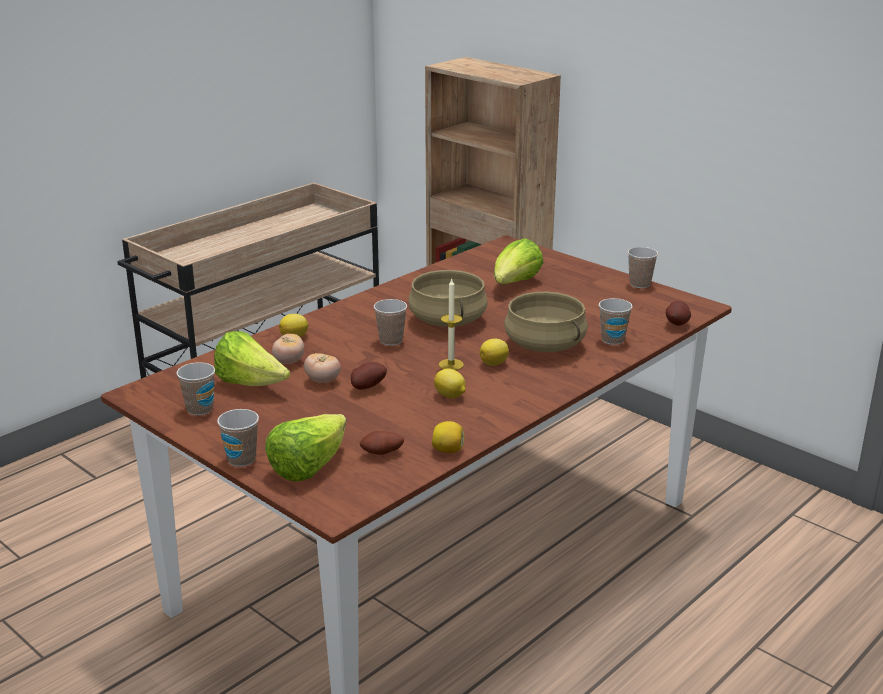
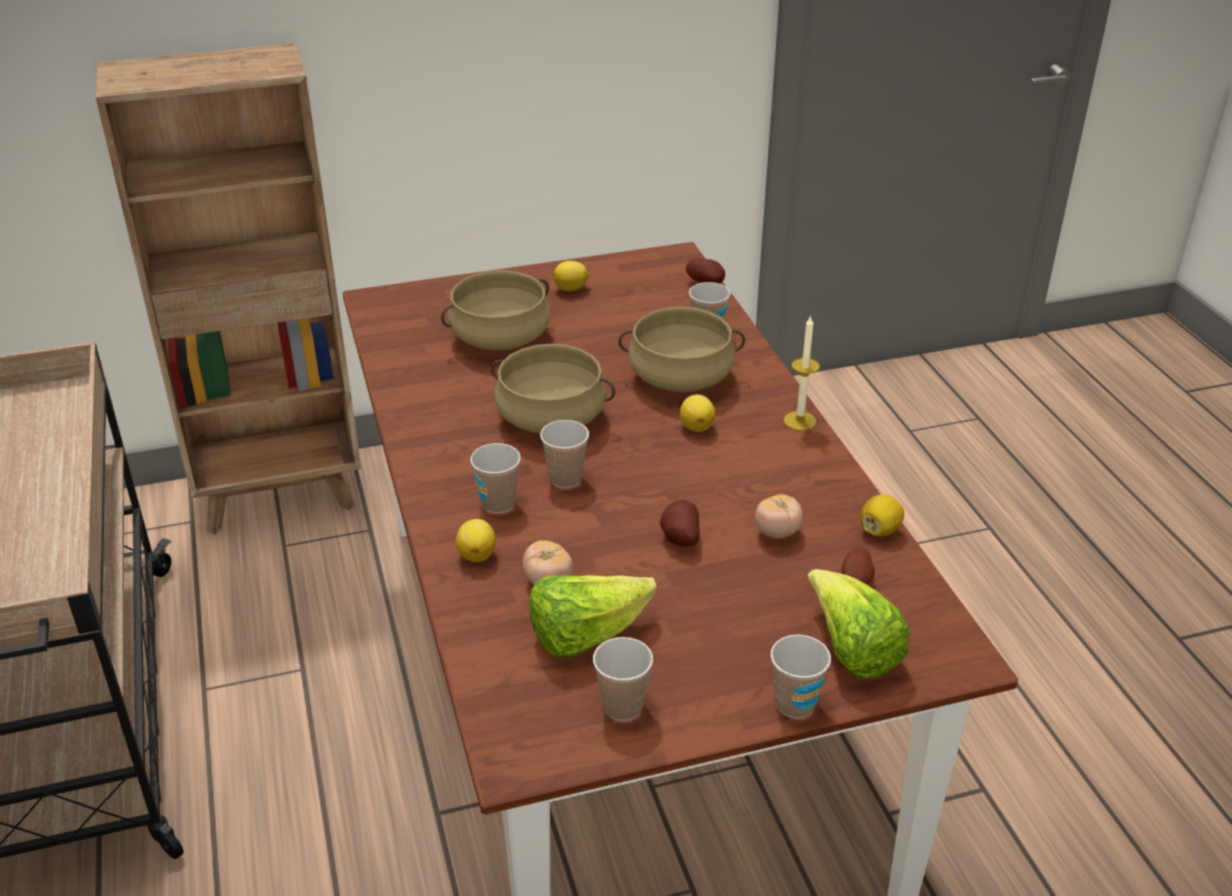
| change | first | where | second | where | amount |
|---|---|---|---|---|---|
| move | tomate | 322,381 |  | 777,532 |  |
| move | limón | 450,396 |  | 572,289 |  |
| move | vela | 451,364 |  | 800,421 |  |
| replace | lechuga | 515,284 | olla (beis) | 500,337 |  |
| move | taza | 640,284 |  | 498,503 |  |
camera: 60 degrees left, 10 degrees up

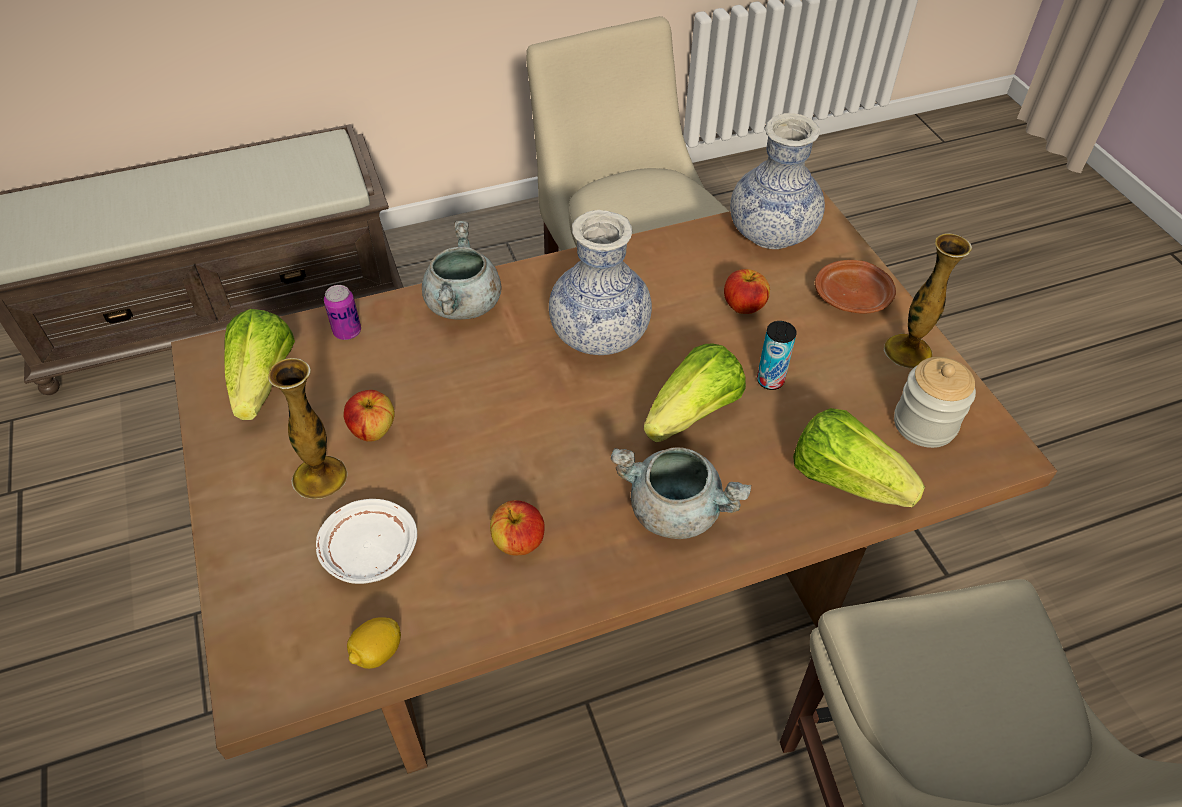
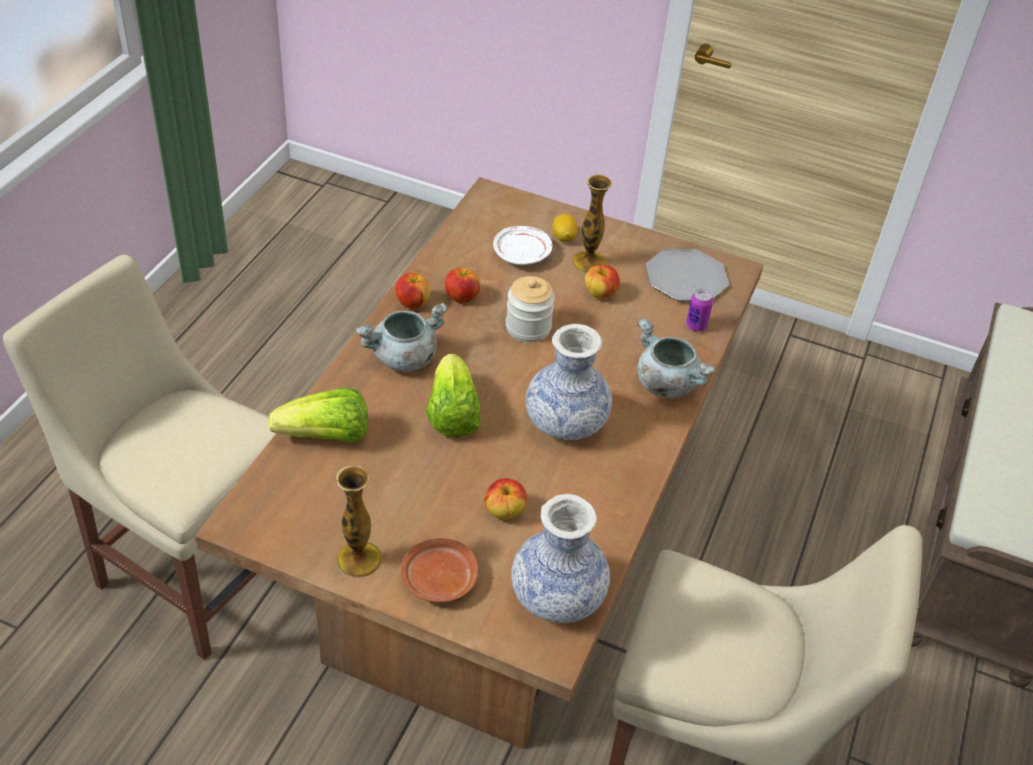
| change | first | where | second | where | amount |
|---|---|---|---|---|---|
| replace | lechuga | 264,383 | plato | 686,277 |  |
| move | limón | 377,652 |  | 564,237 |  |
| delete | lata | 770,380 |  |  |  |
| move | tarro | 924,424 |  | 528,327 |  |
| insert |  |  | manzana | 412,303 |  |
camera: 130 degrees right, 5 degrees down

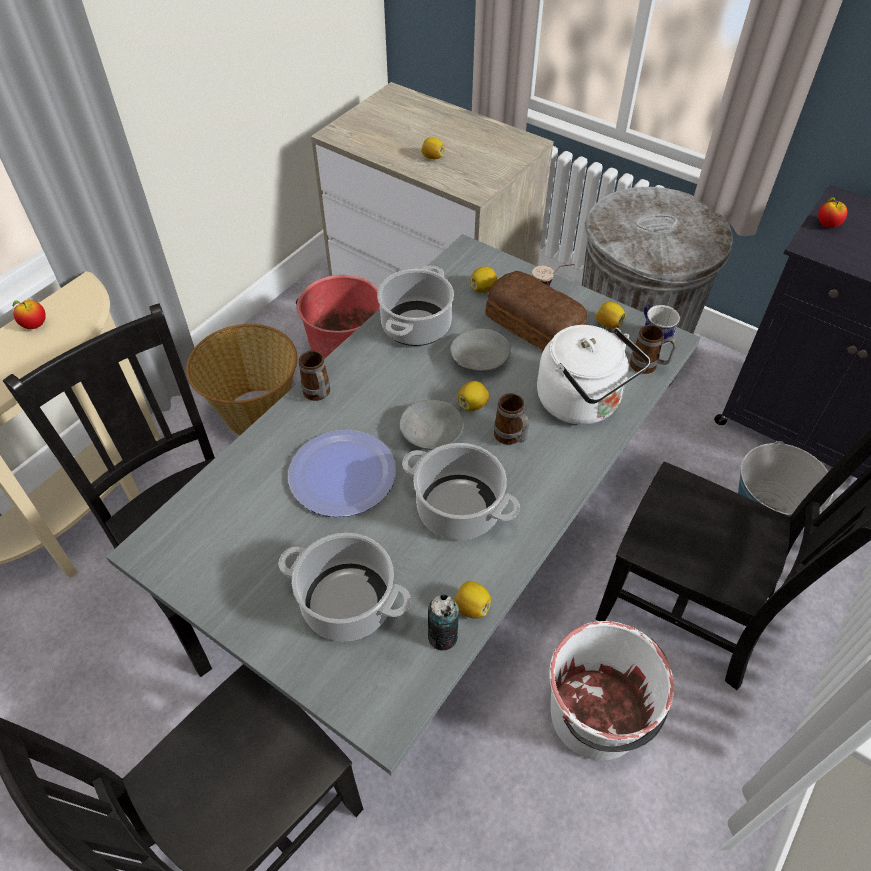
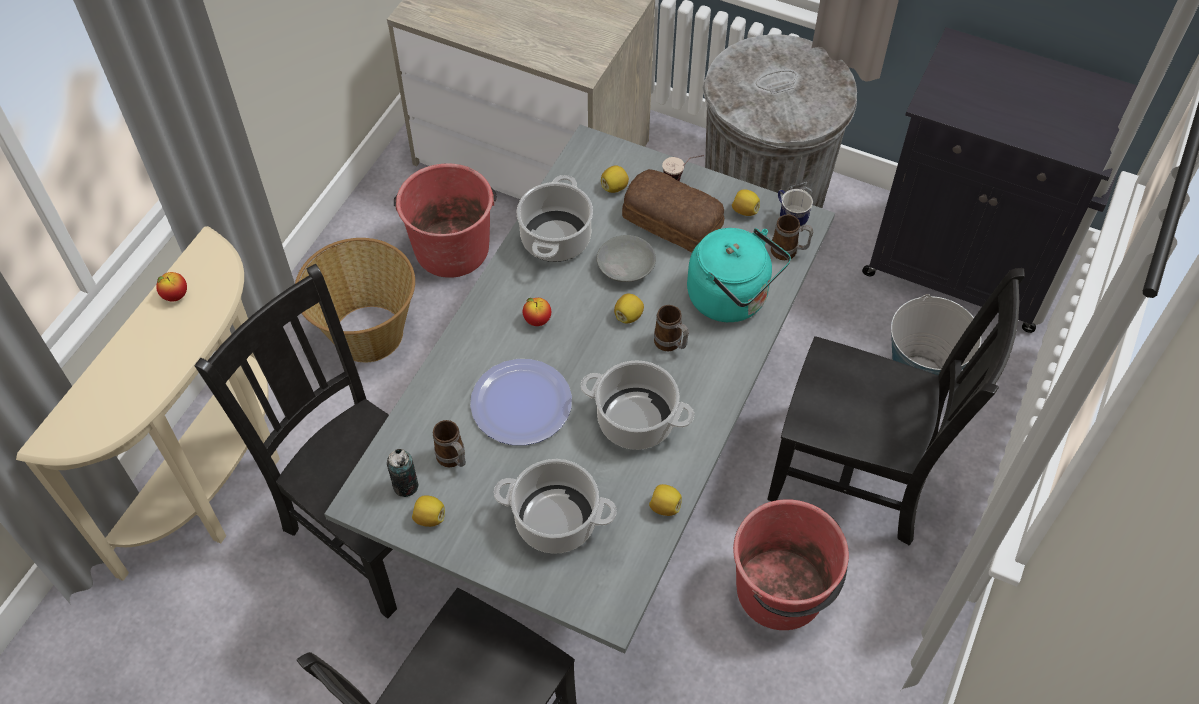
| change | first | where | second | where | amount |
|---|---|---|---|---|---|
| move | taza grande | 318,395 |  | 453,460 |  |
| delete | cuenco (gris) | 431,433 |  |  |  |
| move | limón | 432,157 |  | 429,517 |  |
| move | lata | 442,637 |  | 405,486 |  |
| recolor | hervidor (blanco) | 583,403 | hervidor (turquesa) | 732,299 |  |
| recolor | cubo (blanco) | 597,716 | cubo (rojo) | 781,591 |  |
| move | manzana | 827,225 |  | 537,320 |  |
camera: 10 degrees left, 5 degrees up

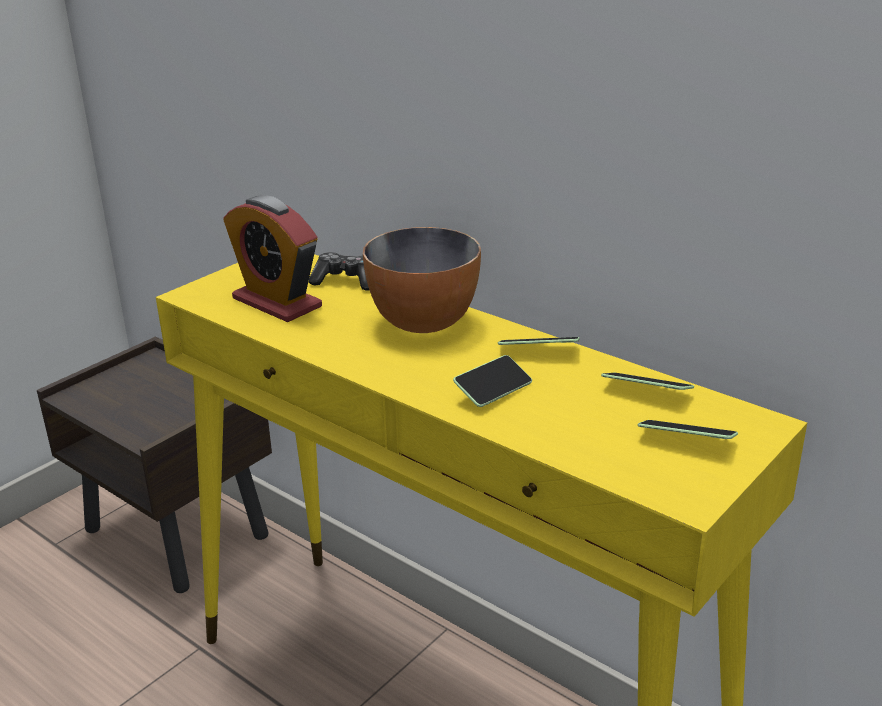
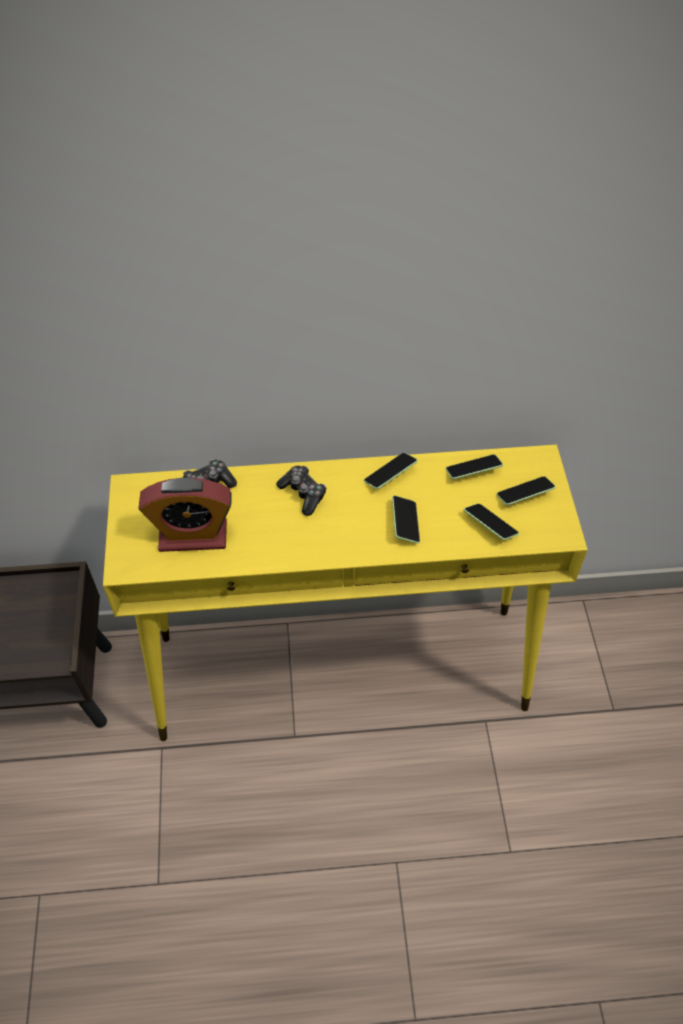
| change | first | where | second | where | amount |
|---|---|---|---|---|---|
| replace | cuenco | 424,323 | mando de consola | 303,494 |  |
| insert |  |  | móvil | 490,526 |  |
camera: 45 degrees left, 25 degrees up

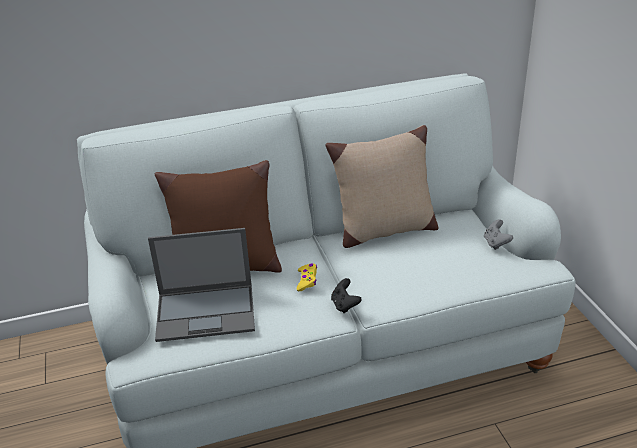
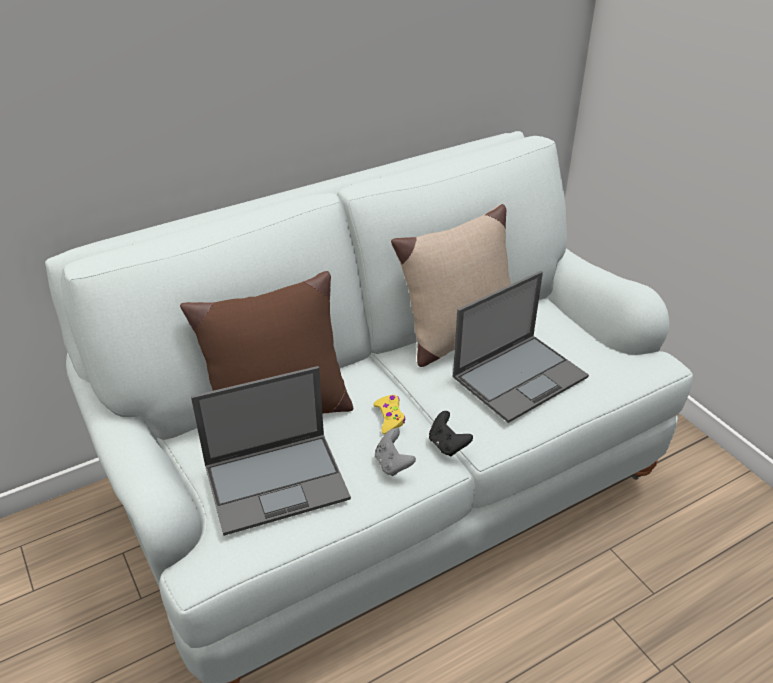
| change | first | where | second | where | amount |
|---|---|---|---|---|---|
| move | mando de consola (gris) | 496,243 |  | 393,464 |  |
| insert |  |  | portátil | 520,376 |  |
camera: 15 degrees left, 5 degrees up

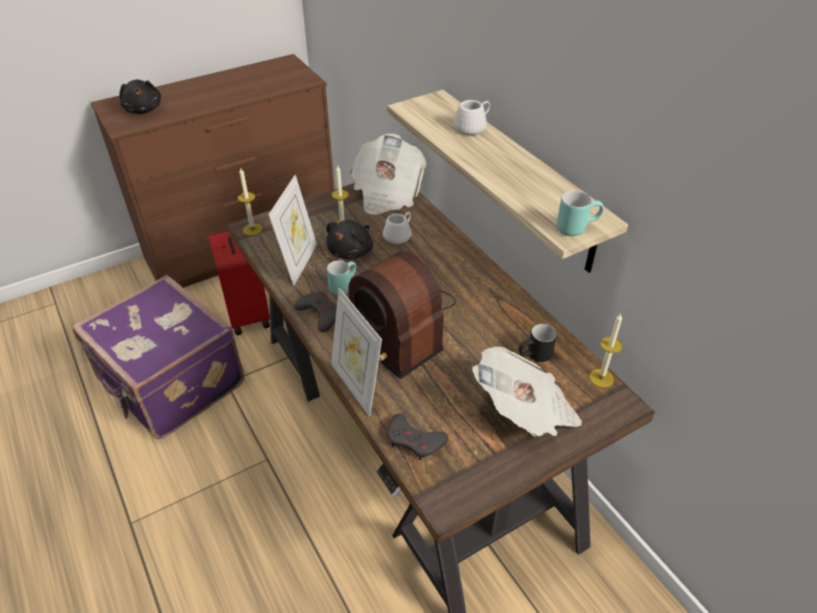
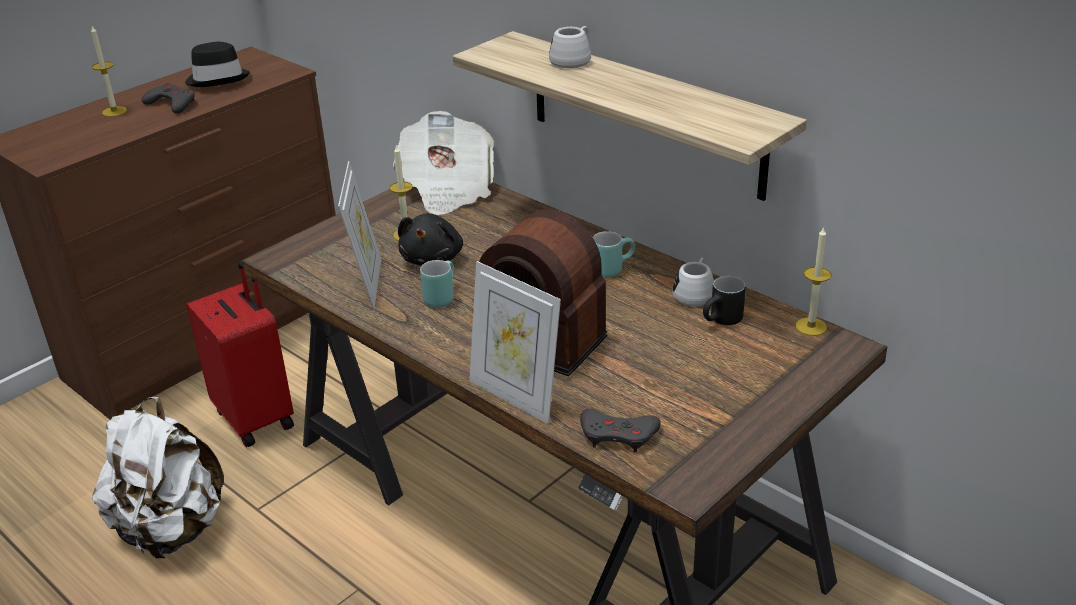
| change | first | where | second | where | amount |
|---|---|---|---|---|---|
| replace | maleta (morado) | 170,384 | mochila (blanco) | 171,530 |  |
| delete | peluche (negro) | 143,109 |  |  |  |
| move | vela | 252,229 |  | 114,111 |  |
| move | mando de consola (gris) | 320,314 |  | 172,104 |  |
| move | taza grande (blanco) | 399,234 |  | 695,293 |  |
| delete | periódico | 525,411 |  |  |  |
| move | taza grande (turquesa) | 576,227 |  | 612,268 |  |
| insert |  |  | sombrero (negro) | 218,79 |  |
camera: 15 degrees left, 10 degrees down

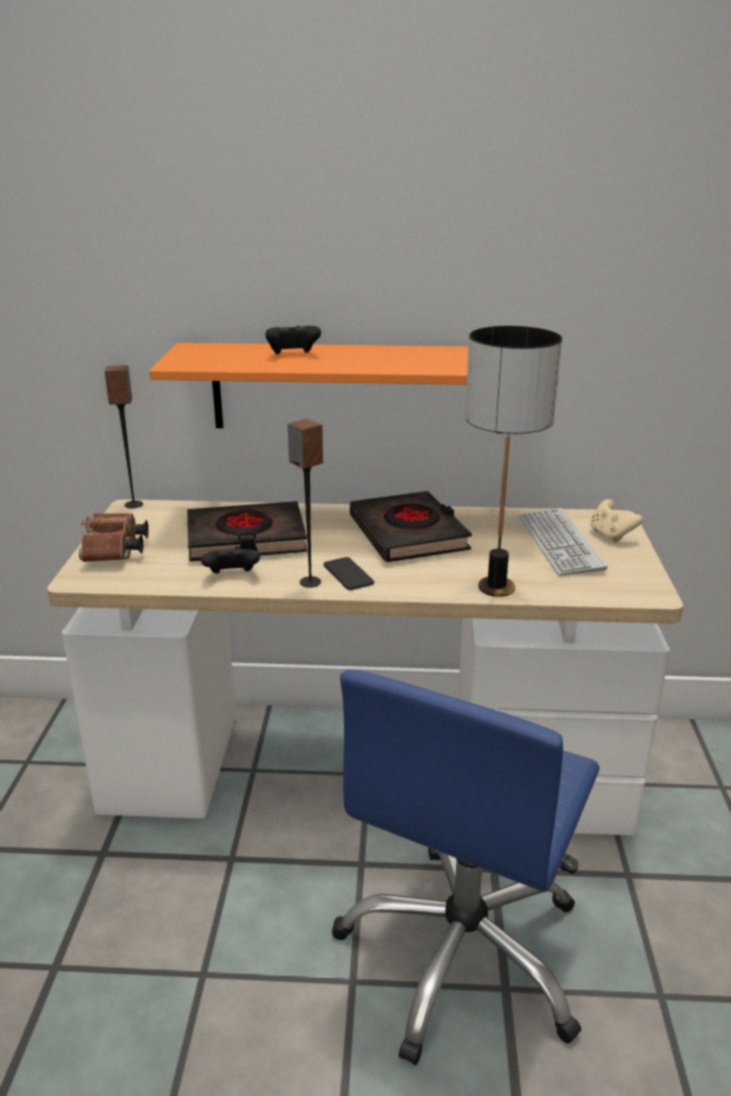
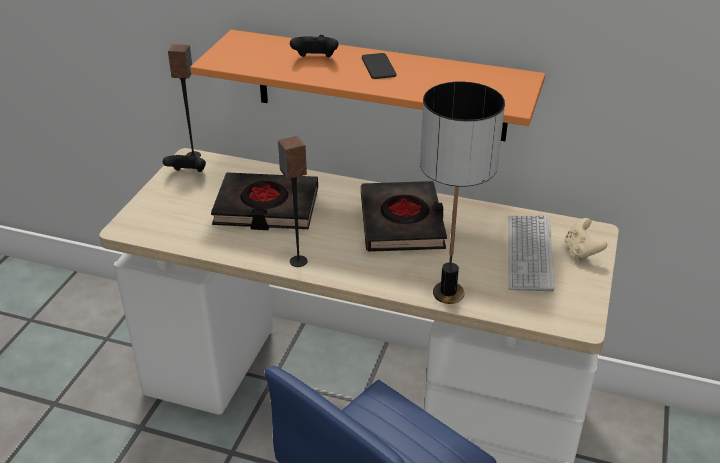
| change | first | where | second | where | amount |
|---|---|---|---|---|---|
| delete | prismáticos (marrón) | 114,552 |  |  |  |
| move | mando de consola (negro) | 232,576 |  | 188,174 |  |
| move | móvil | 348,574 |  | 378,67 |  |
camera: 15 degrees right, 10 degrees up

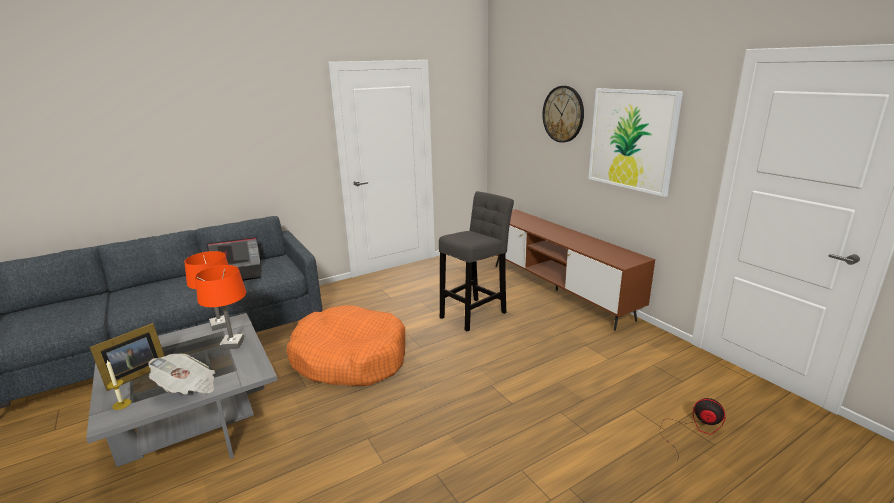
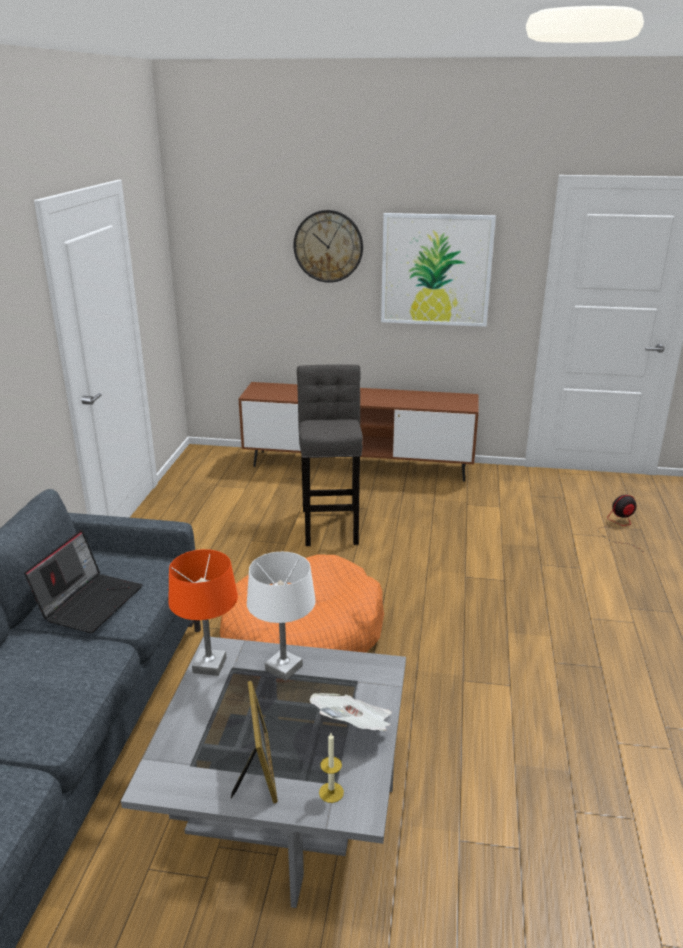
| change | first | where | second | where | amount |
|---|---|---|---|---|---|
| recolor | lámpara de mesa (naranja) | 232,344 | lámpara de mesa (blanco) | 283,668 |  |
camera: 50 degrees left, 5 degrees up

